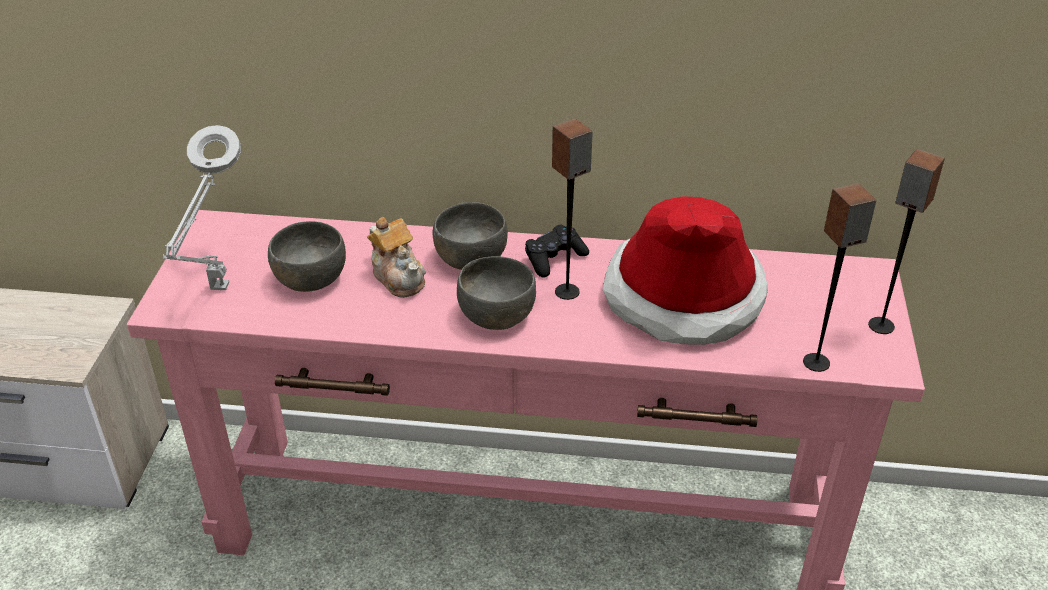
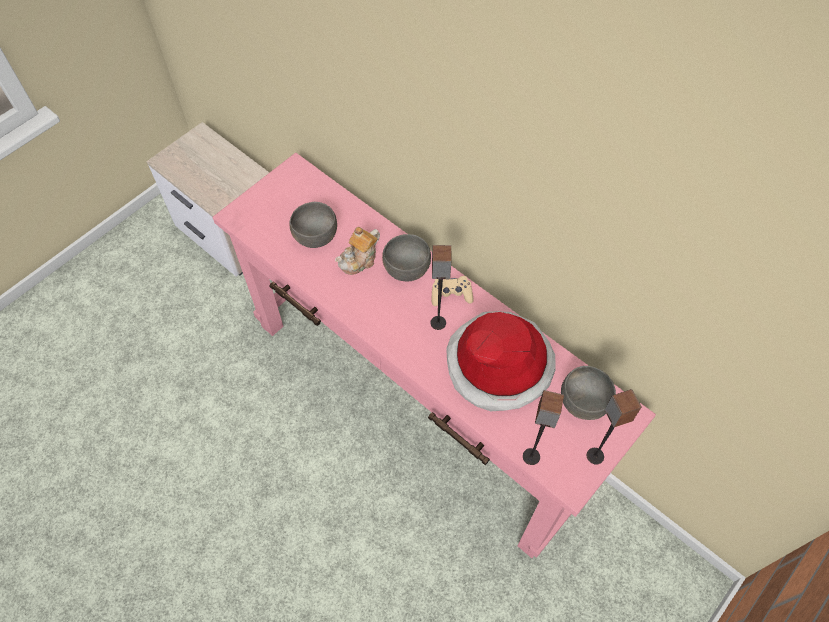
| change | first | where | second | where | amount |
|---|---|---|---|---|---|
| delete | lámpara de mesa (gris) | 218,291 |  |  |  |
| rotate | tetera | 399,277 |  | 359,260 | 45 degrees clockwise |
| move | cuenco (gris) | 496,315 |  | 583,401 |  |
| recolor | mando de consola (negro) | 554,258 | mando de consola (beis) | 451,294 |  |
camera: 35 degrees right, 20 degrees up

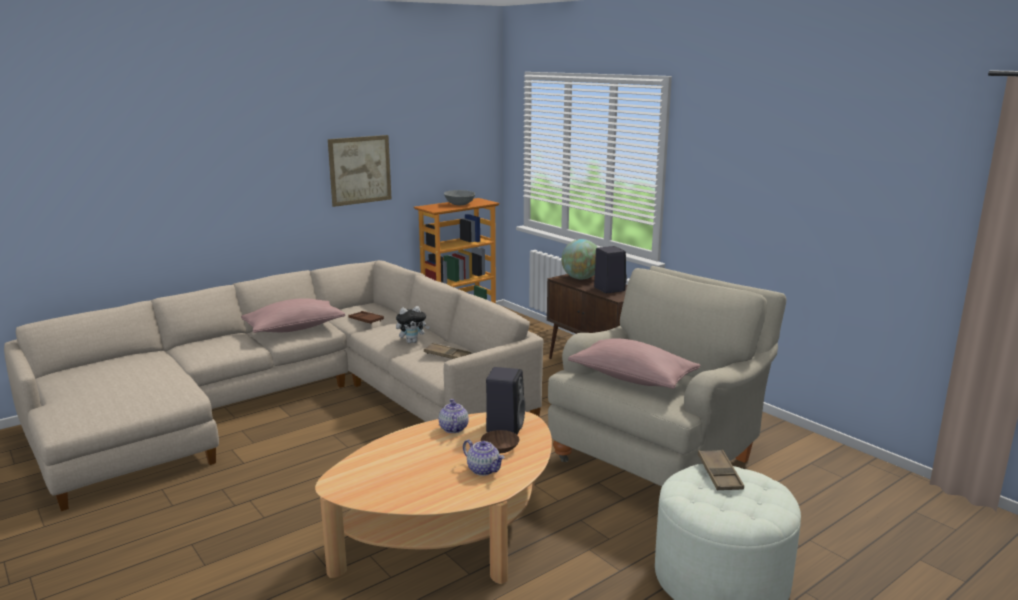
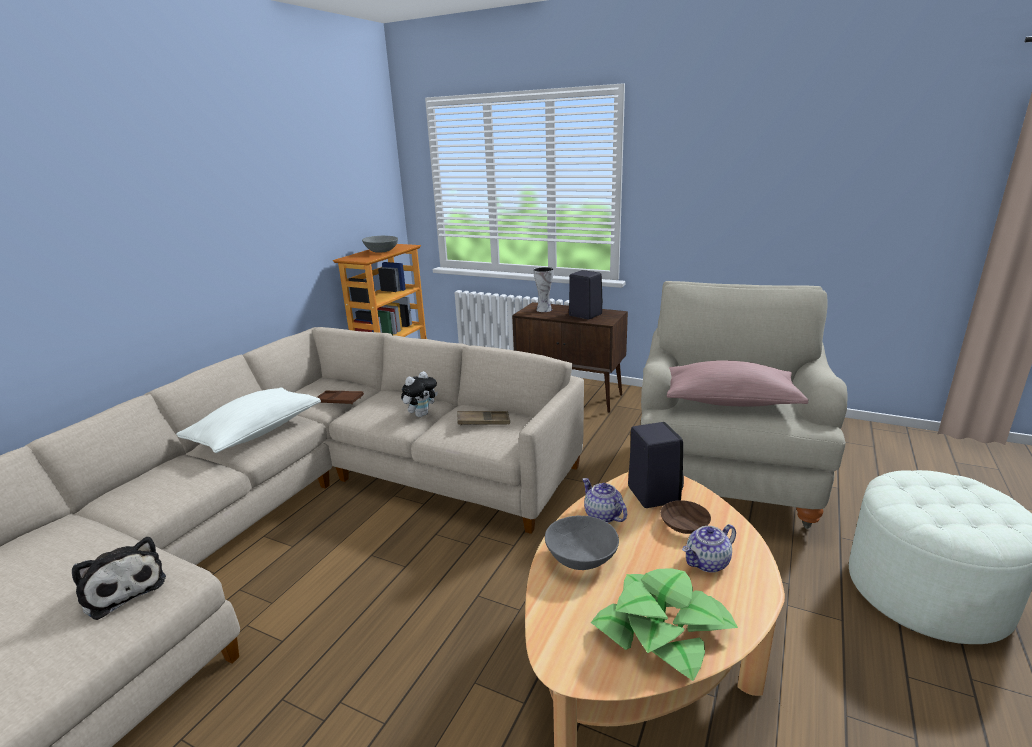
| change | first | where | second | where | amount |
|---|---|---|---|---|---|
| recolor | cojín (rosa) | 294,328 | cojín (blanco) | 256,432 |  |
| delete | cuadro | 360,170 |  |  |  |
| rotate | tetera | 484,470 |  | 707,563 | 135 degrees clockwise |
| replace | globo terráqueo | 580,278 | florero | 543,309 |  |
| delete | bandeja (marrón) | 719,474 |  |  |  |
| insert |  |  | peluche | 122,588 |  |
| insert |  |  | cuenco (gris) | 581,558 |  |
| insert |  |  | planta en maceta | 663,631 |  |
camera: 25 degrees left, 5 degrees up

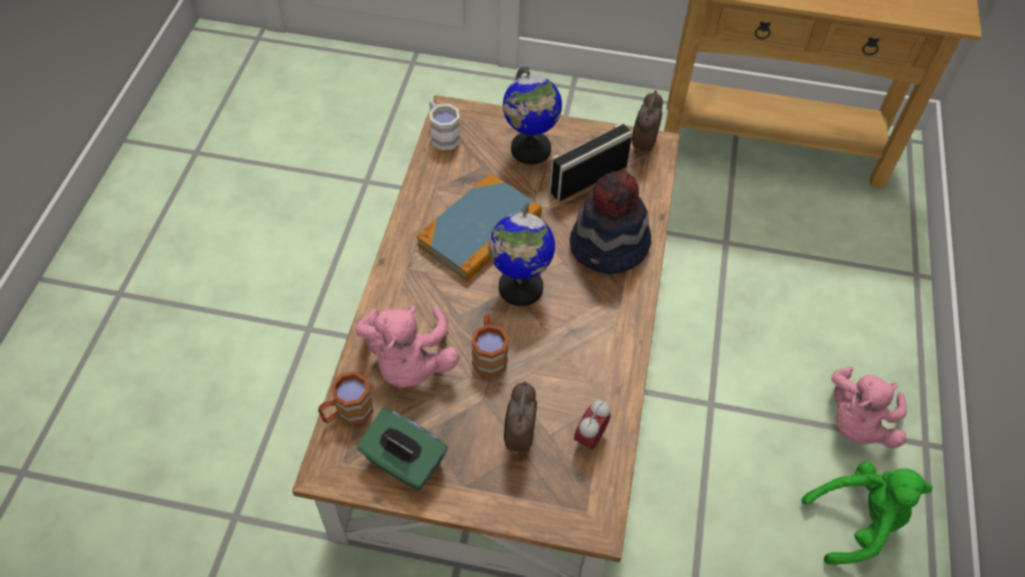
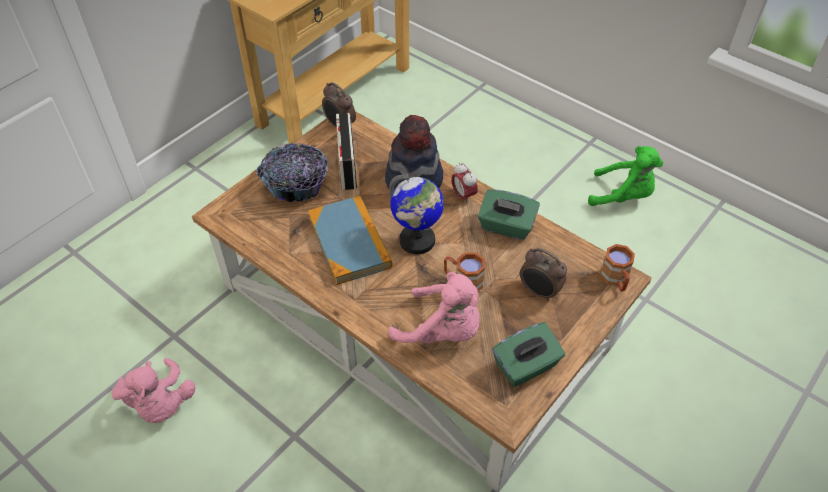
| change | first | where | second | where | amount |
|---|---|---|---|---|---|
| move | taza grande (marrón) | 347,413 |  | 615,280 |  |
| delete | taza grande (blanco) | 442,135 |  |  |  |
| replace | globo terráqueo | 530,150 | cuenco | 296,184 |  |
| move | despertador | 590,438 |  | 463,196 |  |
| rotate | peluche (verde) | 857,522 |  | 623,196 | 90 degrees clockwise |
| move | peluche (rosa) | 856,423 |  | 160,404 |  |
| insert |  |  | caja de pañuelos (verde) | 506,226 |  |
camera: 60 degrees left, 5 degrees down

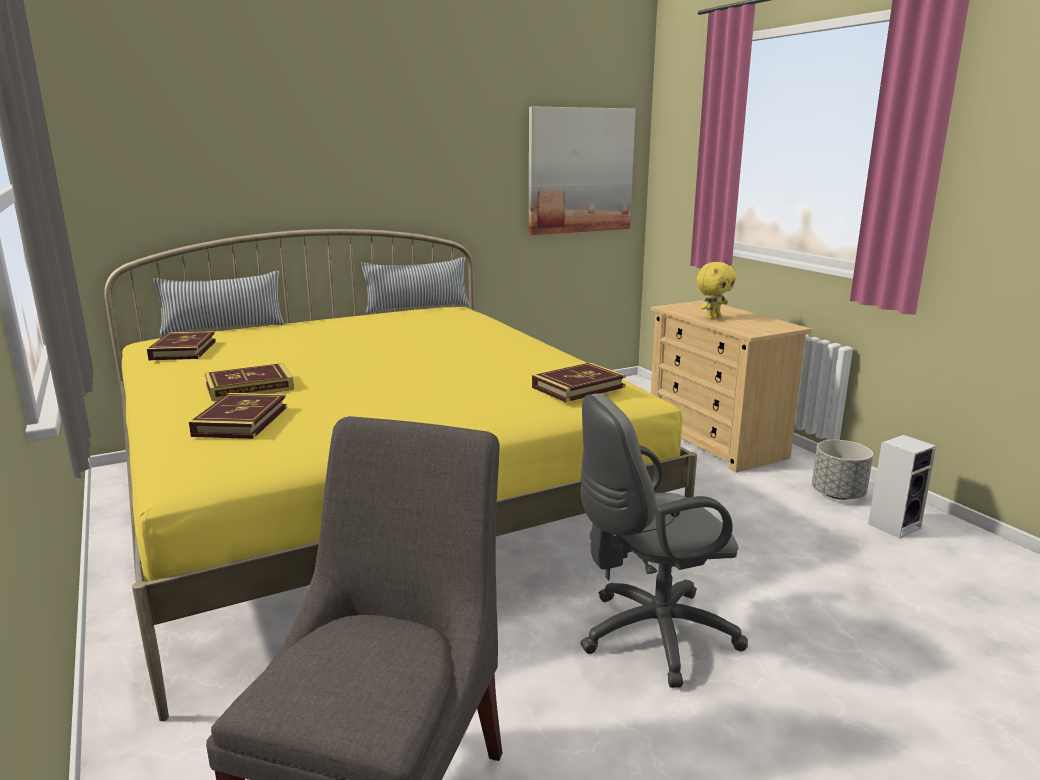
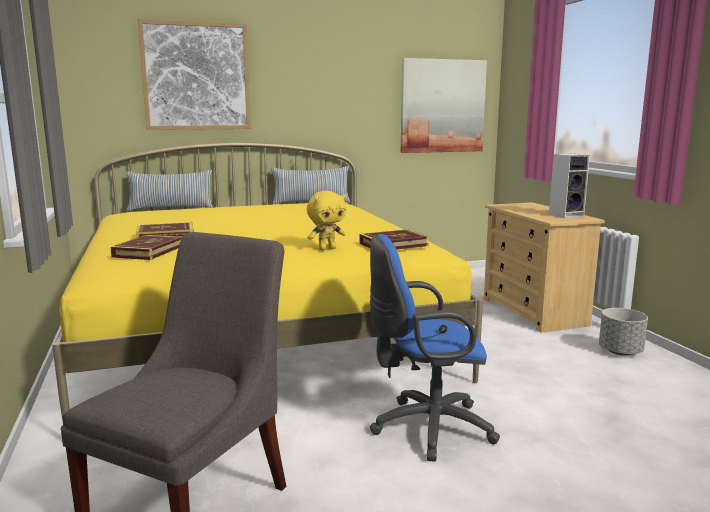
| change | first | where | second | where | amount |
|---|---|---|---|---|---|
| delete | libro | 183,350 |  |  |  |
| recolor | silla de oficina (gris) | 649,636 | silla de oficina (azul) | 426,428 |  |
| move | peluche (amarillo) | 713,317 |  | 327,249 |  |
| move | altavoz | 894,525 |  | 566,215 |  |
| insert |  |  | cuadro | 196,76 |  |
camera: 10 degrees right, 5 degrees down

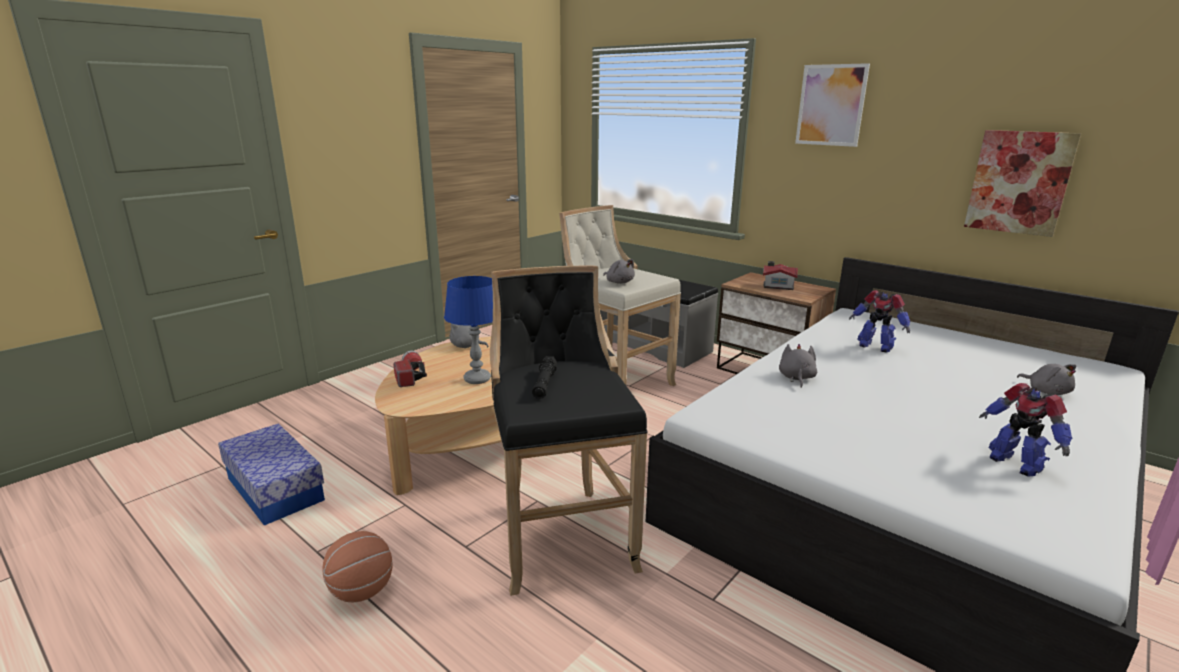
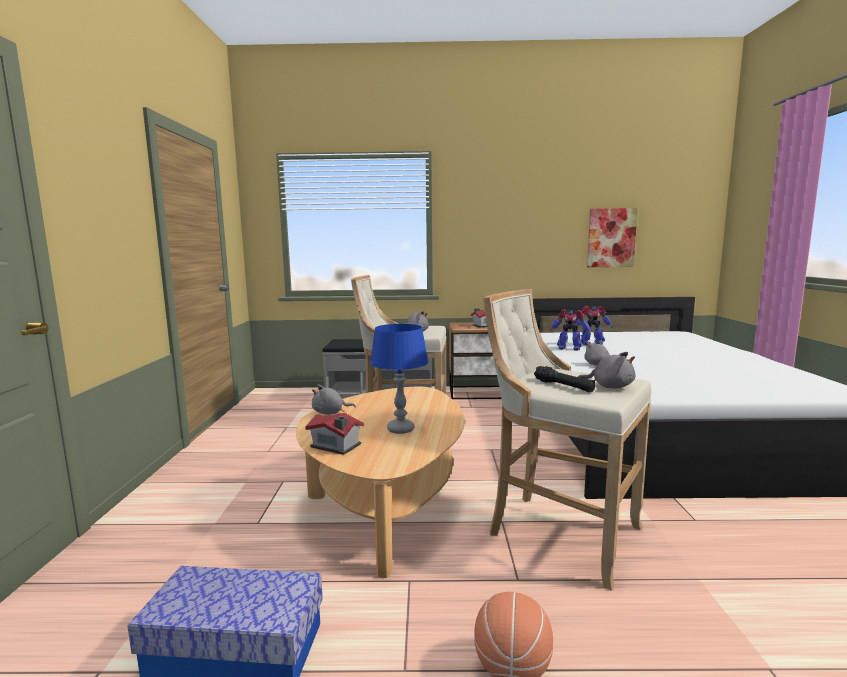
| change | first | where | second | where | amount |
|---|---|---|---|---|---|
| replace | linterna | 410,376 | casita | 336,446 |  |
| recolor | taburete (negro) | 562,534 | taburete (beis) | 558,532 |  |
| delete | cuadro | 831,105 |  |  |  |
| move | robot de juguete | 1015,463 |  | 569,348 |  |
| move | peluche (gris) | 1046,391 |  | 609,387 |  |
camera: 40 degrees left, 10 degrees down

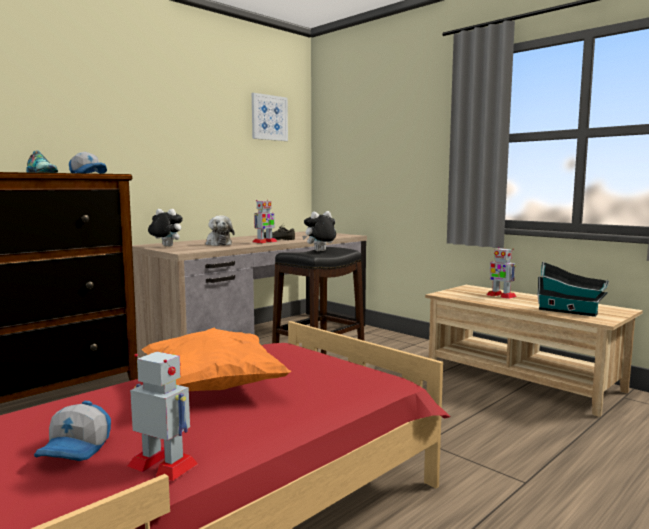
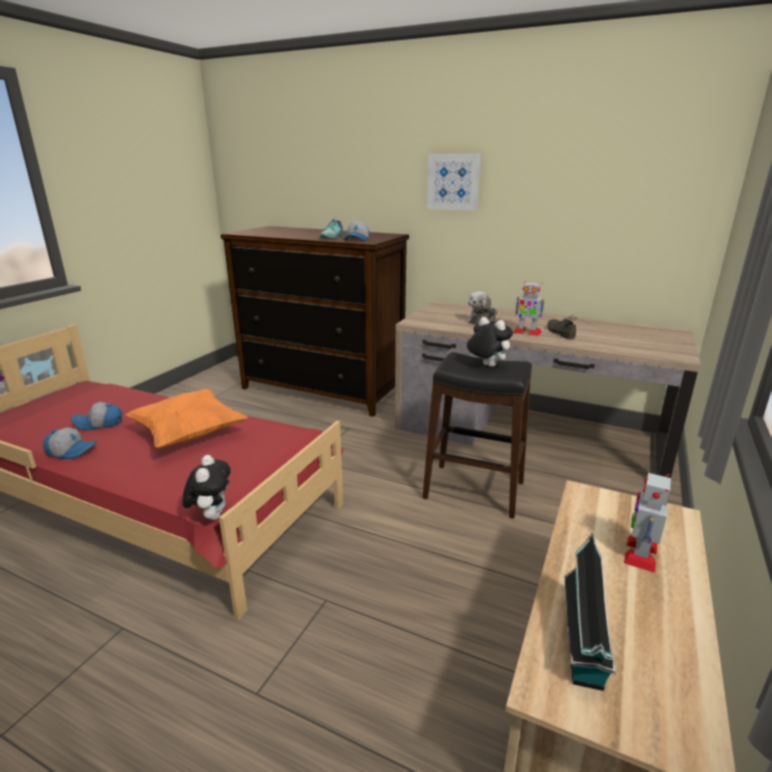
| change | first | where | second | where | amount |
|---|---|---|---|---|---|
| replace | robot de juguete | 163,465 | gorra | 72,451 |  |
| move | peluche | 165,246 |  | 212,515 |  |
| move | cuadro | 269,117 |  | 453,182 |  |
camera: 70 degrees right, 15 degrees up

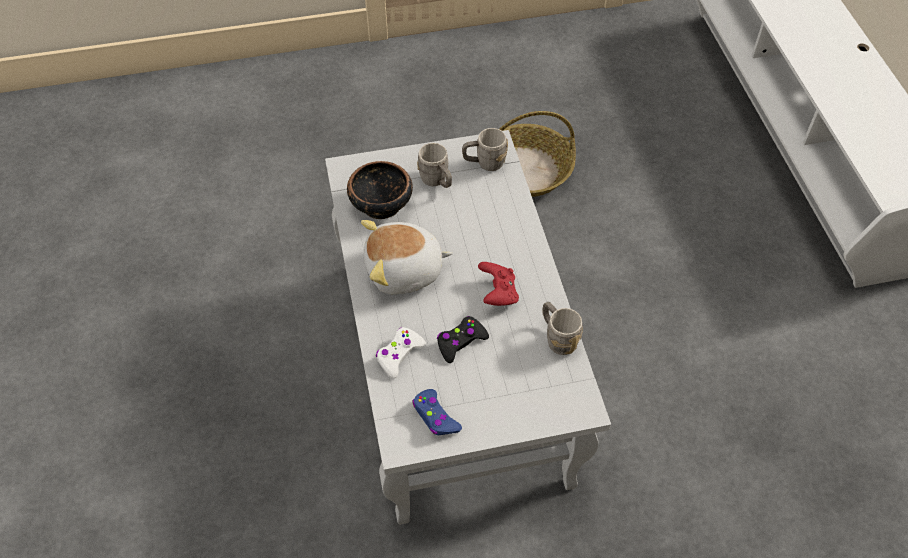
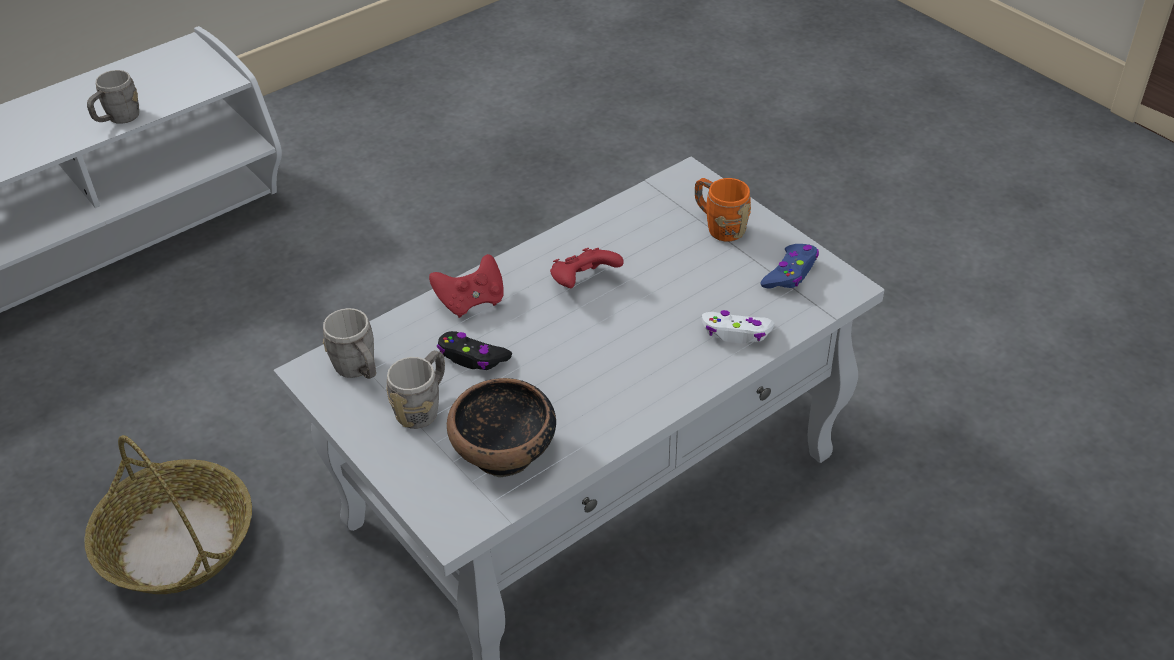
| change | first | where | second | where | amount |
|---|---|---|---|---|---|
| delete | peluche | 404,271 |  |  |  |
| move | mando de consola (negro) | 460,342 |  | 472,357 |  |
| move | taza grande (gris) | 557,338 |  | 118,119 |  |
| insert |  |  | mando de consola (rojo) | 471,301 |  |
| insert |  |  | taza grande (naranja) | 719,226 |  |
camera: 115 degrees left, 10 degrees down

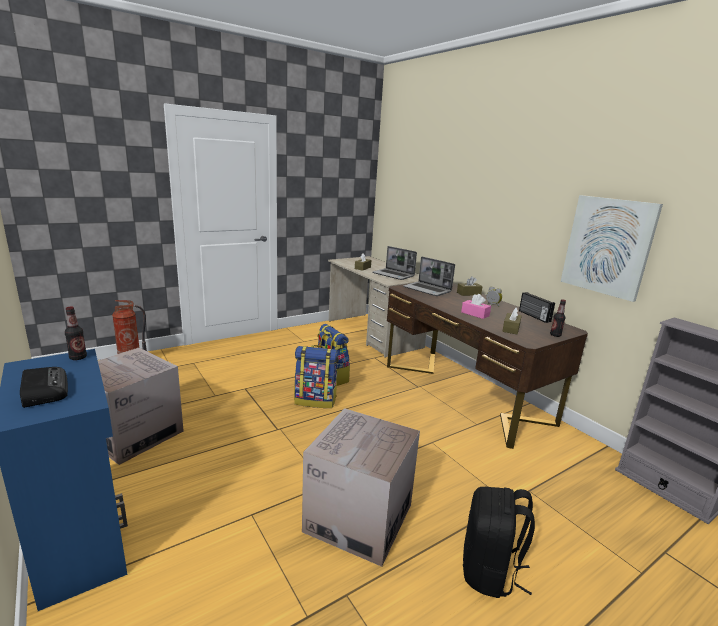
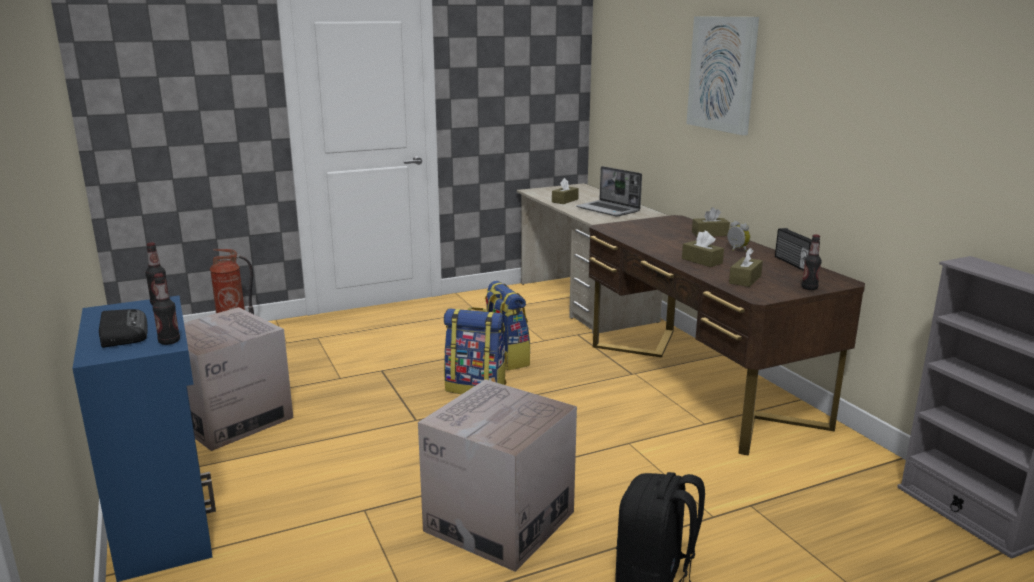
| change | first | where | second | where | amount |
|---|---|---|---|---|---|
| delete | portátil | 427,290 |  |  |  |
| recolor | caja de pañuelos (rosa) | 475,314 | caja de pañuelos (marrón) | 702,261 |  |
| move | cuadro | 608,246 |  | 722,74 |  |
| insert |  |  | botella | 169,341 |  |
camera: 10 degrees right, 0 degrees up

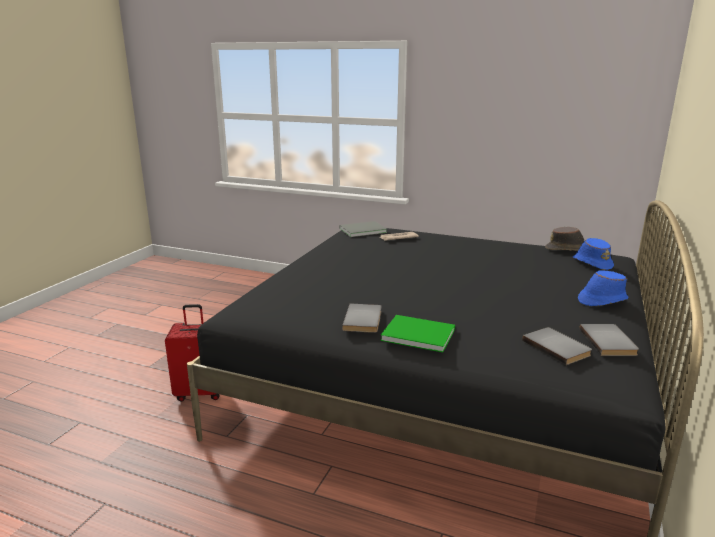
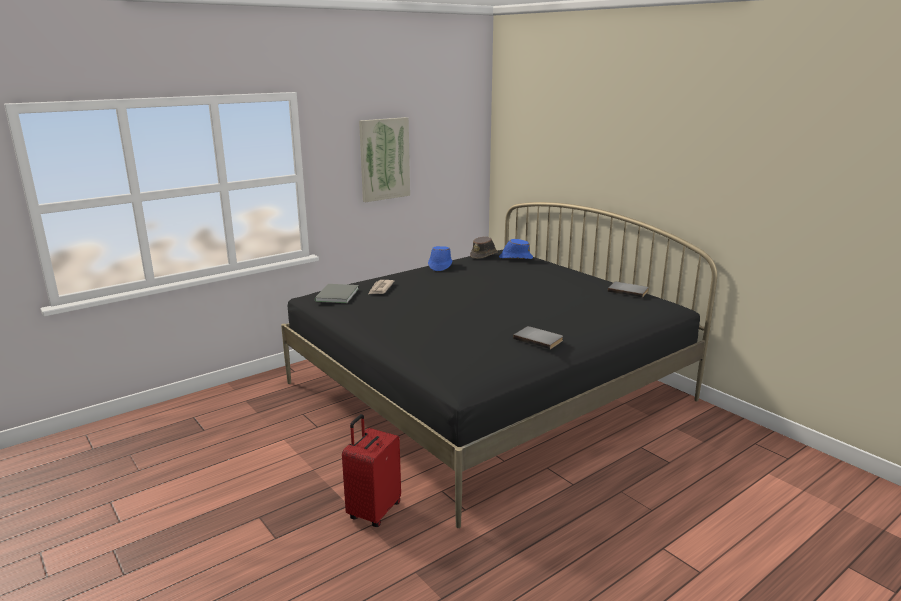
| change | first | where | second | where | amount |
|---|---|---|---|---|---|
| delete | libro (verde) | 416,334 |  |  |  |
| delete | libro (gris) | 557,347 |  |  |  |
| move | sombrero (azul) | 601,300 |  | 439,266 |  |
| insert |  |  | cuadro | 384,159 |  |
camera: 60 degrees left, 0 degrees up

